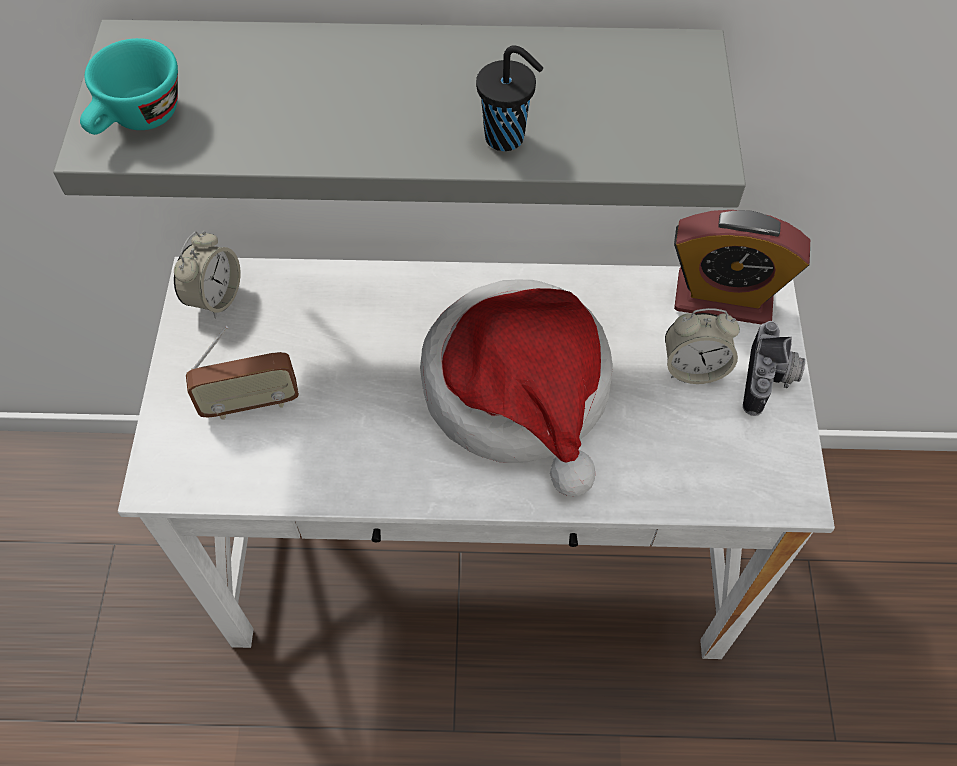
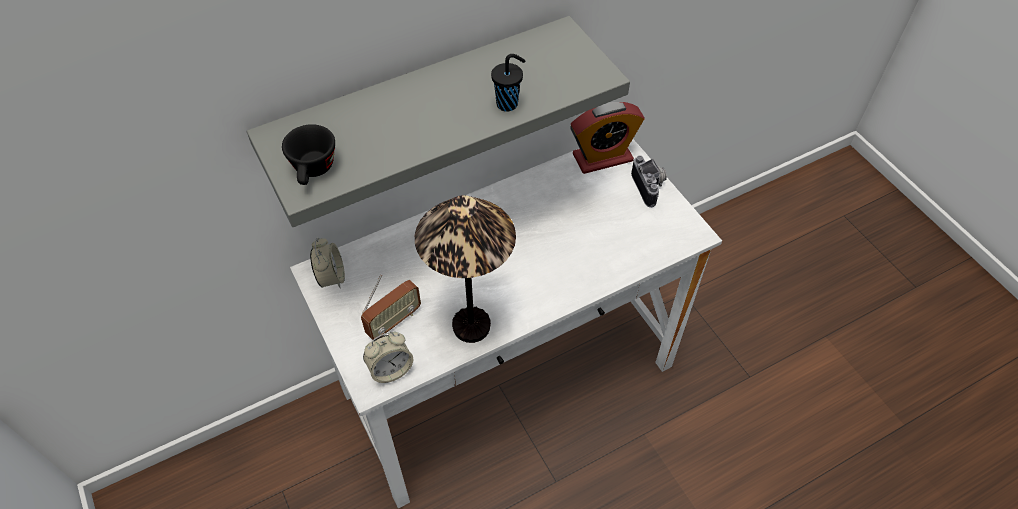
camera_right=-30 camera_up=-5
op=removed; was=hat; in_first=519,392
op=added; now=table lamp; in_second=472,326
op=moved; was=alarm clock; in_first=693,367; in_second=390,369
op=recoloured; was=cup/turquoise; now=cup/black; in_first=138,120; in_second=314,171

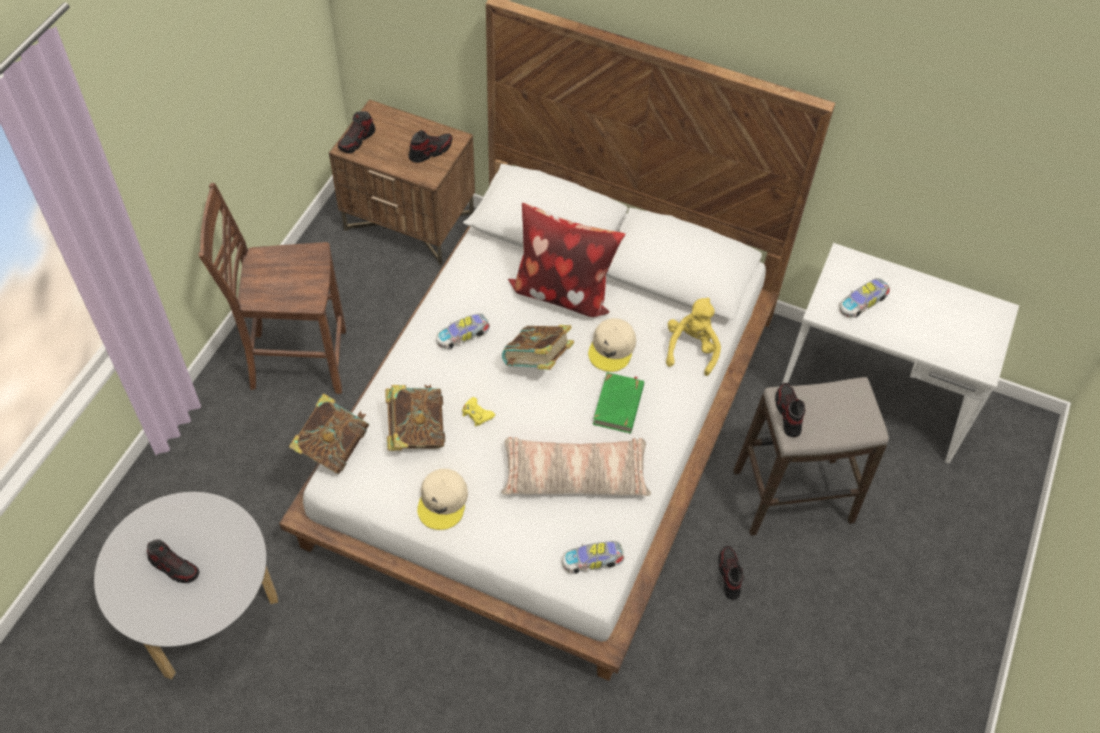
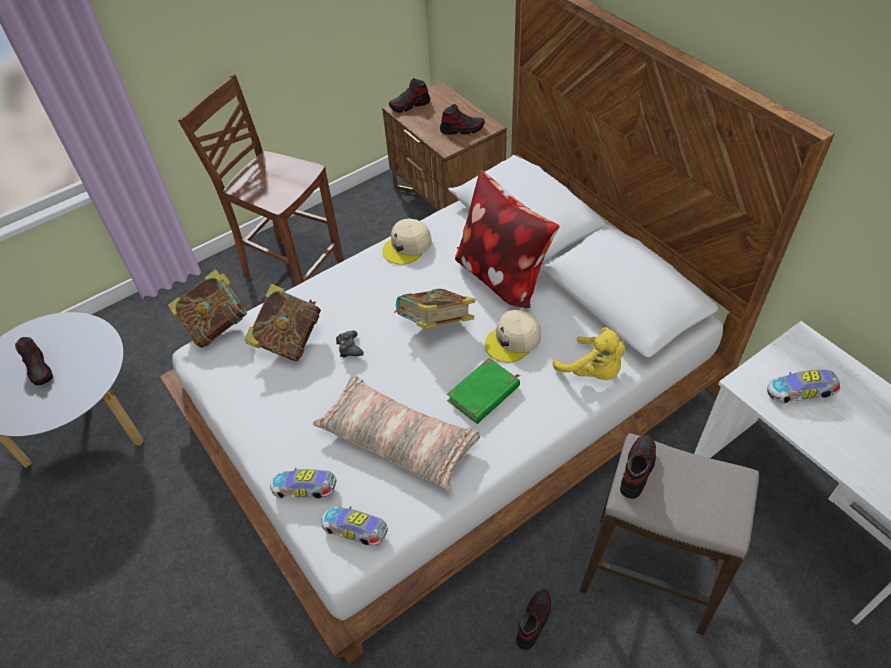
camera_right=35 camera_up=-5
op=moved; was=cap/beige; in_first=443,501; in_second=407,246
op=moved; was=toy car; in_first=464,336; in_second=306,489
op=recoloured; was=game controller/yellow; now=game controller/black; in_first=477,414; in_second=349,347
op=turned; was=plush toy/yellow; in_first=691,348; in_second=592,371; clockwise=90

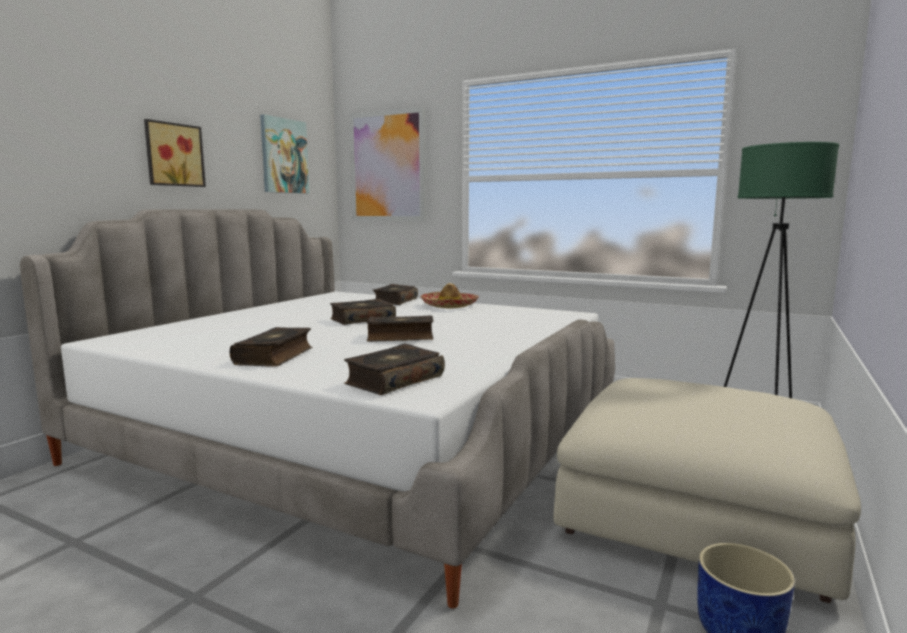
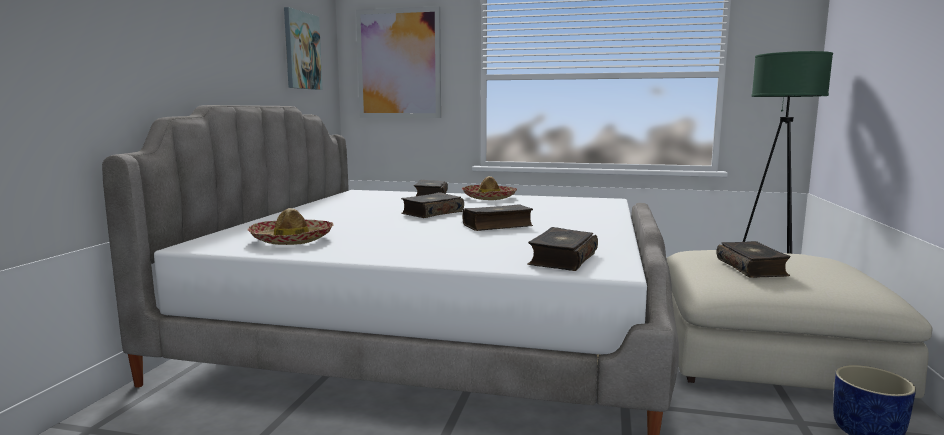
camera_right=-15 camera_up=0
op=removed; was=picture; in_first=173,155
op=added; now=hat; in_second=292,240
op=moved; was=book; in_first=275,356; in_second=752,268

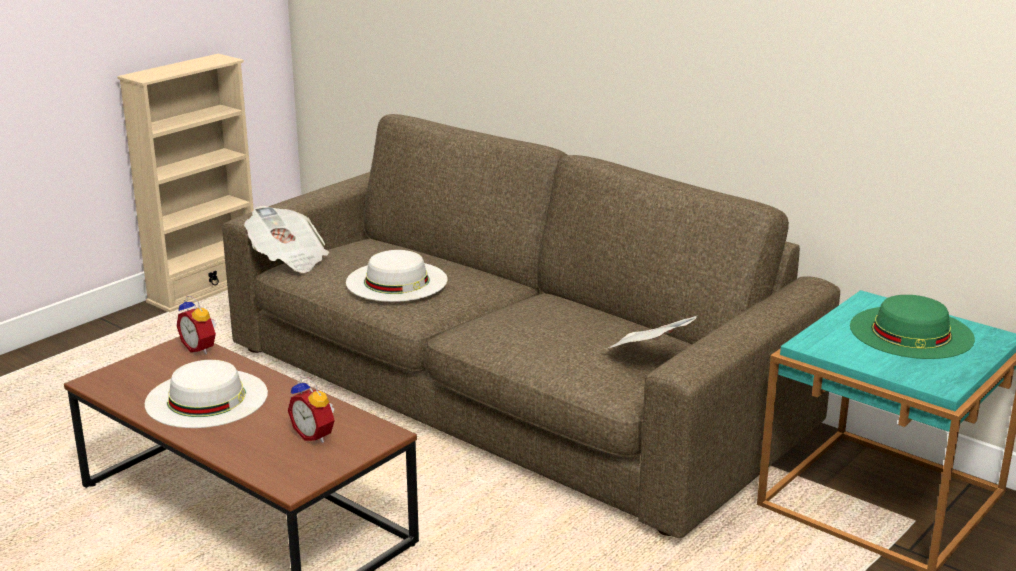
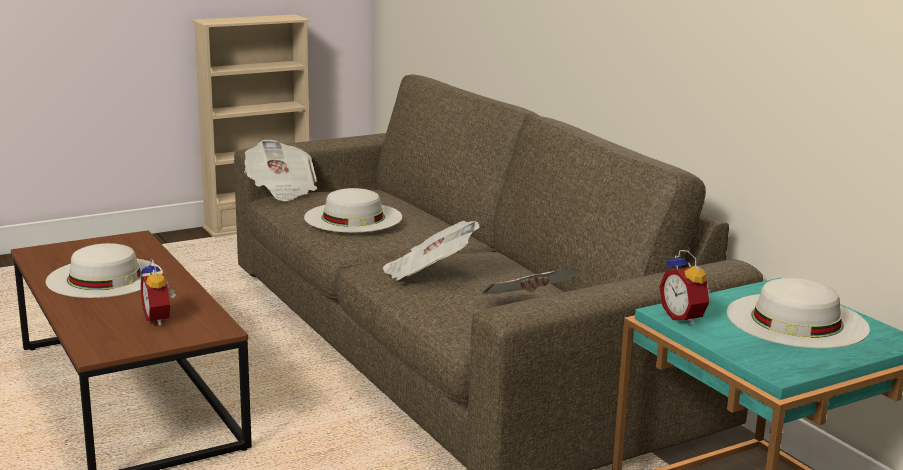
camera_right=20 camera_up=-5
op=added; now=newspaper; in_second=428,274
op=moved; was=alarm clock; in_first=201,348; in_second=684,318
op=recoloured; was=hat/green; now=hat/white; in_first=911,332; in_second=796,320

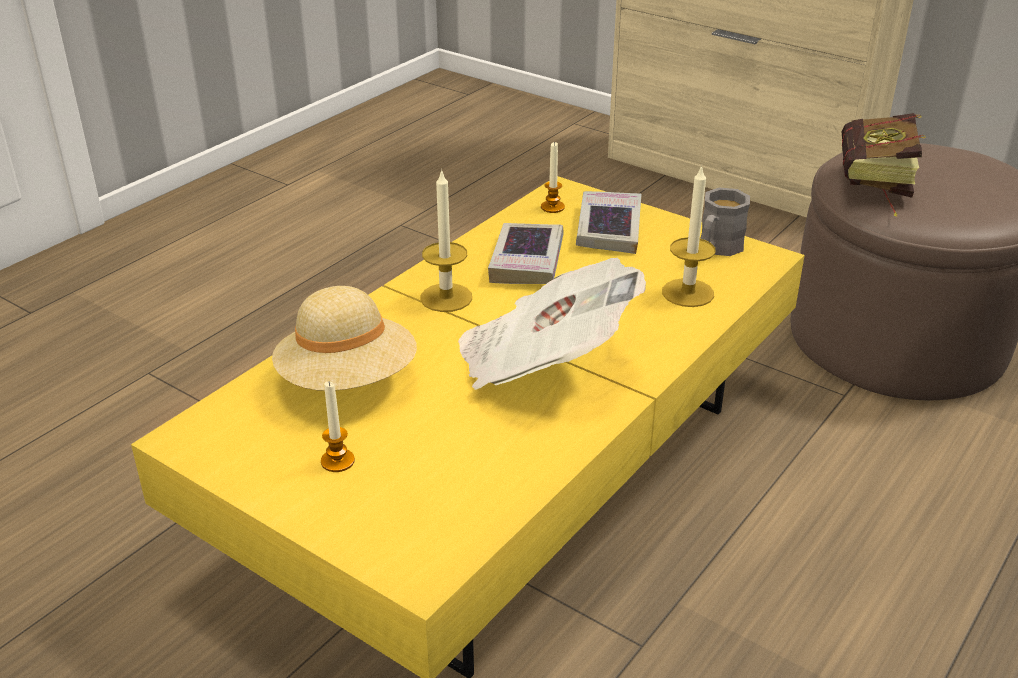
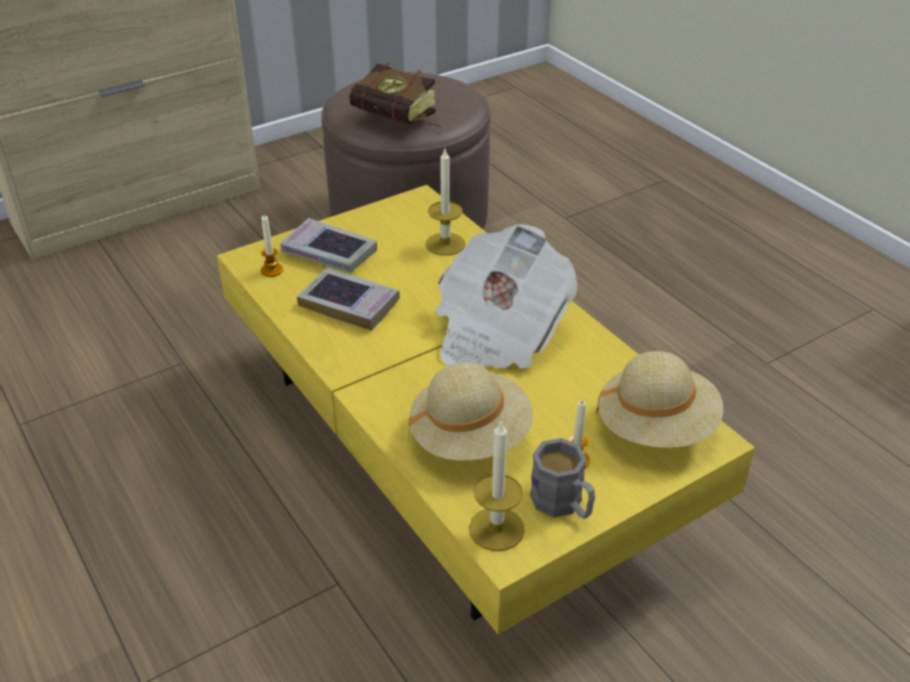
camera_right=-70 camera_up=5
op=added; now=hat/beige; in_second=656,427
op=moved; was=candle; in_first=446,297; in_second=496,529
op=moved; was=mug/grey; in_first=717,249; in_second=563,504

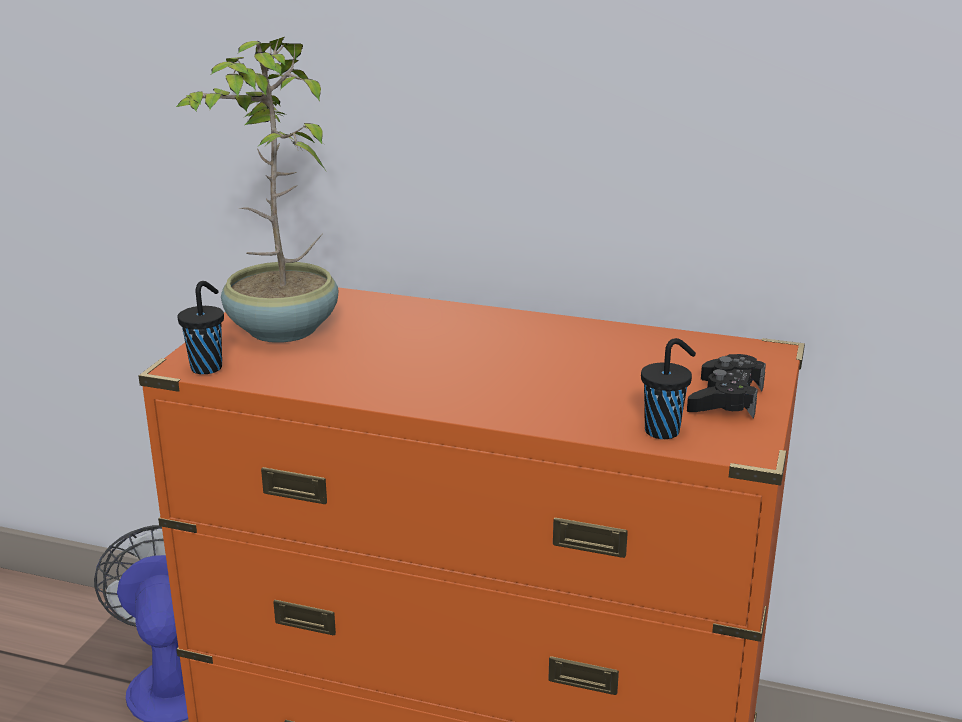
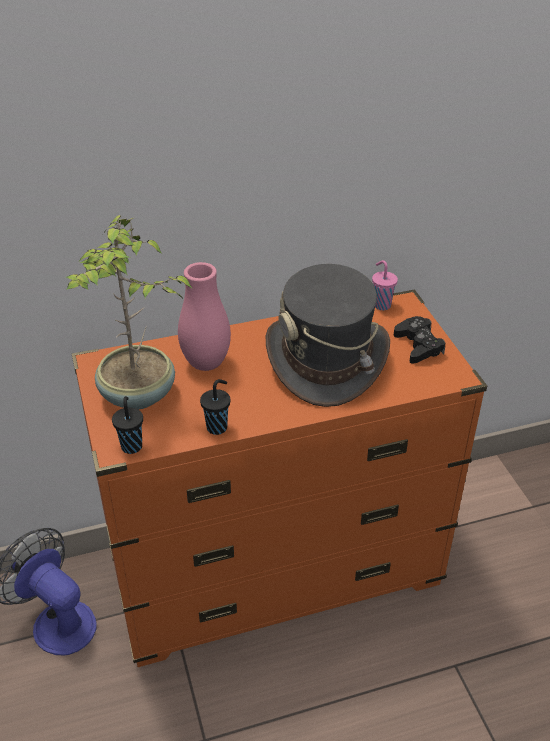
camera_right=-35 camera_up=15
op=added; now=vase/pink; in_second=206,363
op=added; now=hat/grey; in_second=327,360
op=added; now=cup/pink; in_second=381,305
op=moved; was=cup/black; in_first=664,431; in_second=218,427

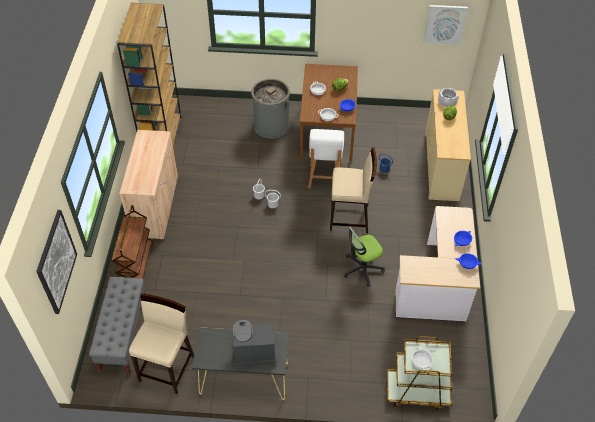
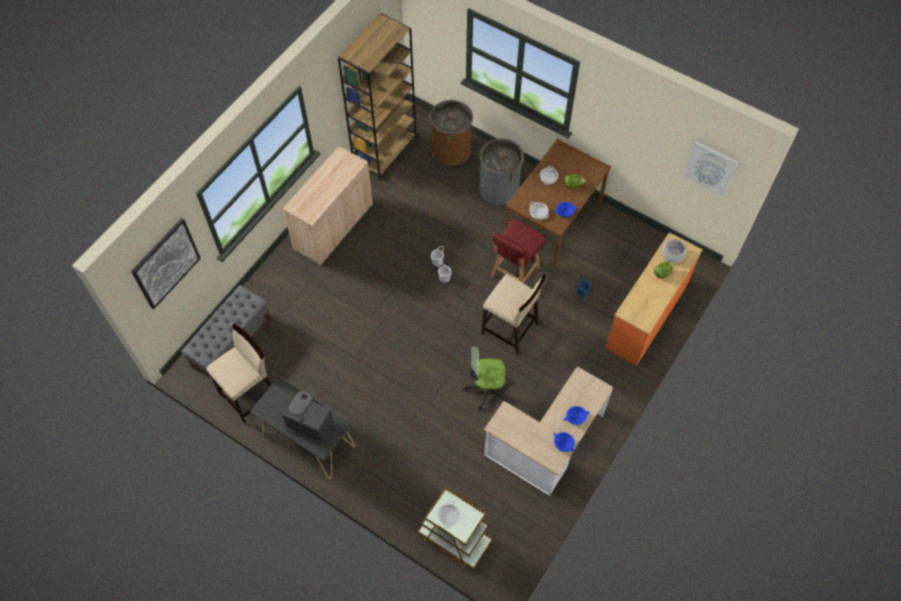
camera_right=30 camera_up=10
op=removed; was=cart/brown; in_first=136,265
op=added; now=trash can/brown; in_second=451,149
op=recoloured; was=chair/white; now=chair/red; in_first=324,178; in_second=514,272
op=recoloured; was=dresser/beige; now=dresser/orange; in_first=442,166; in_second=646,317

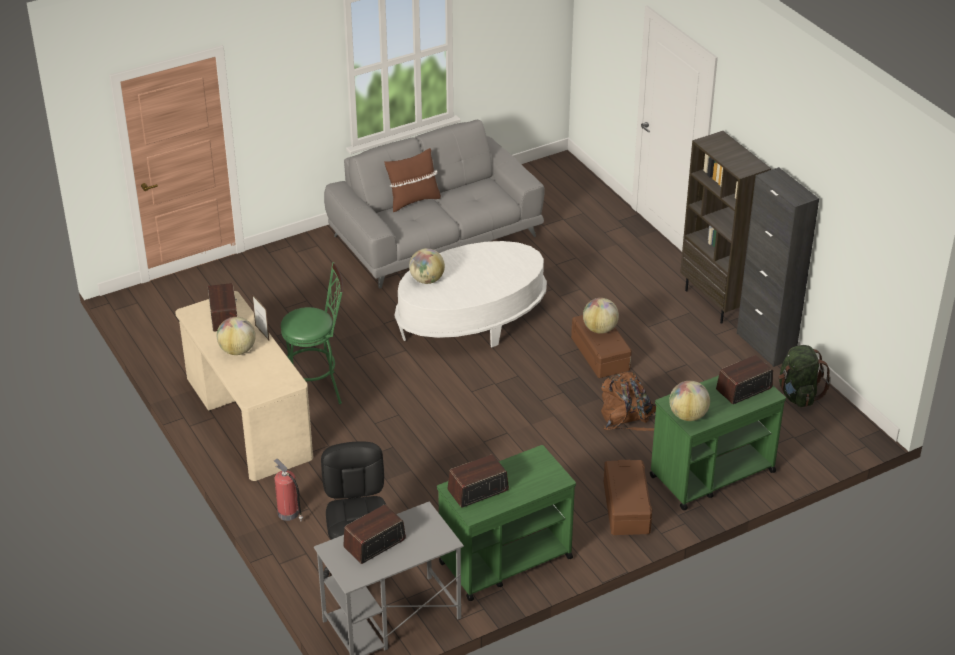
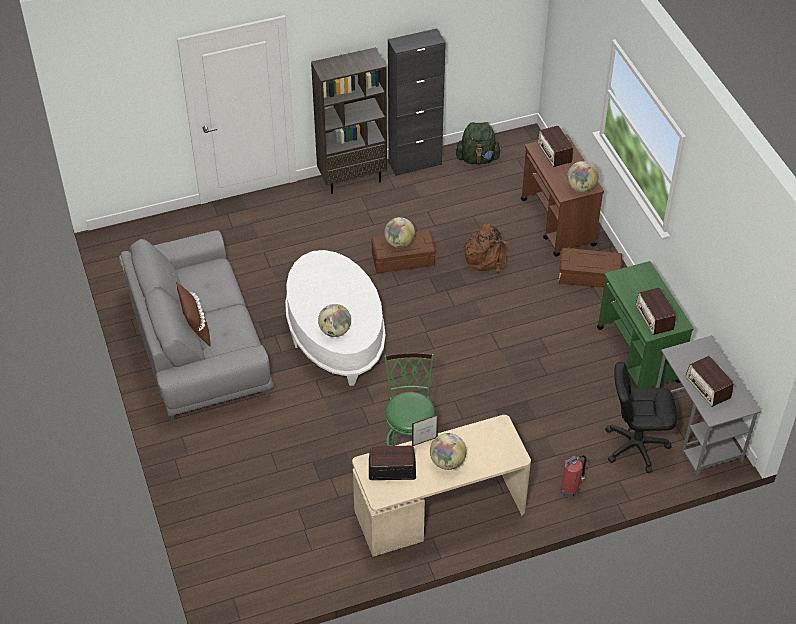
camera_right=-80 camera_up=10
op=recoloured; was=cart/green; now=cart/brown; in_first=711,474; in_second=558,223

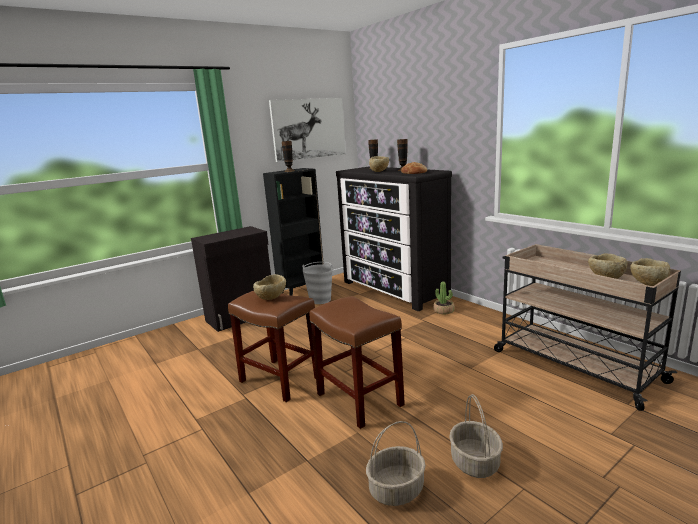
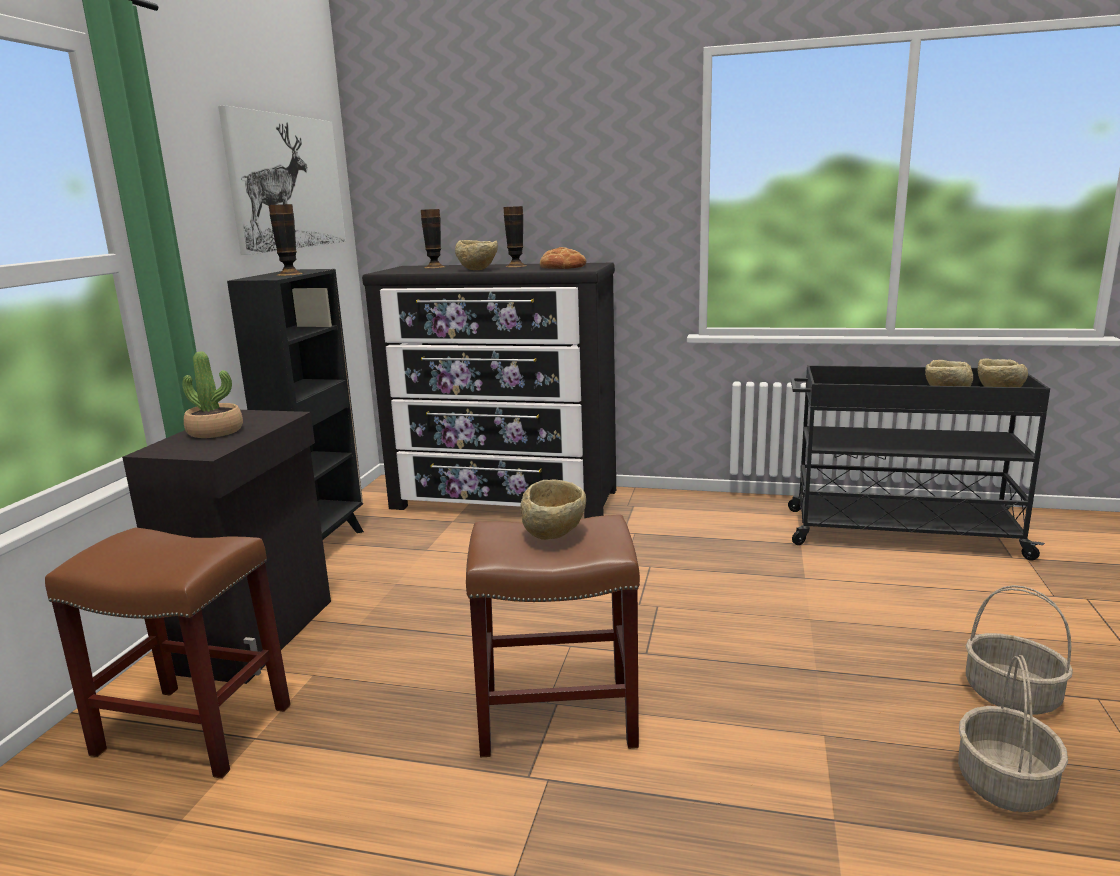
camera_right=-40 camera_up=0
op=removed; was=bucket/grey; in_first=320,300
op=moved; was=stool/brown; in_first=360,400; in_second=196,729
op=moved; was=potted plant; in_first=444,311; in_second=215,431
op=recoloured; was=cart/beige; now=cart/black; in_first=573,365; in_second=899,533

